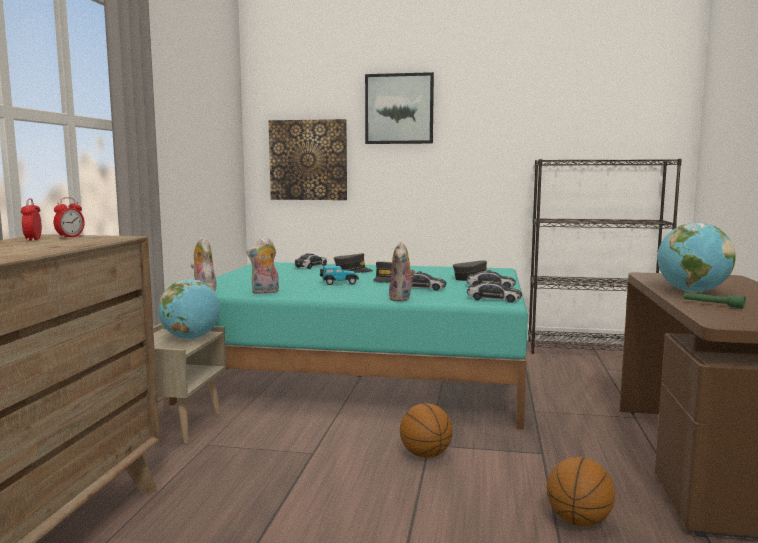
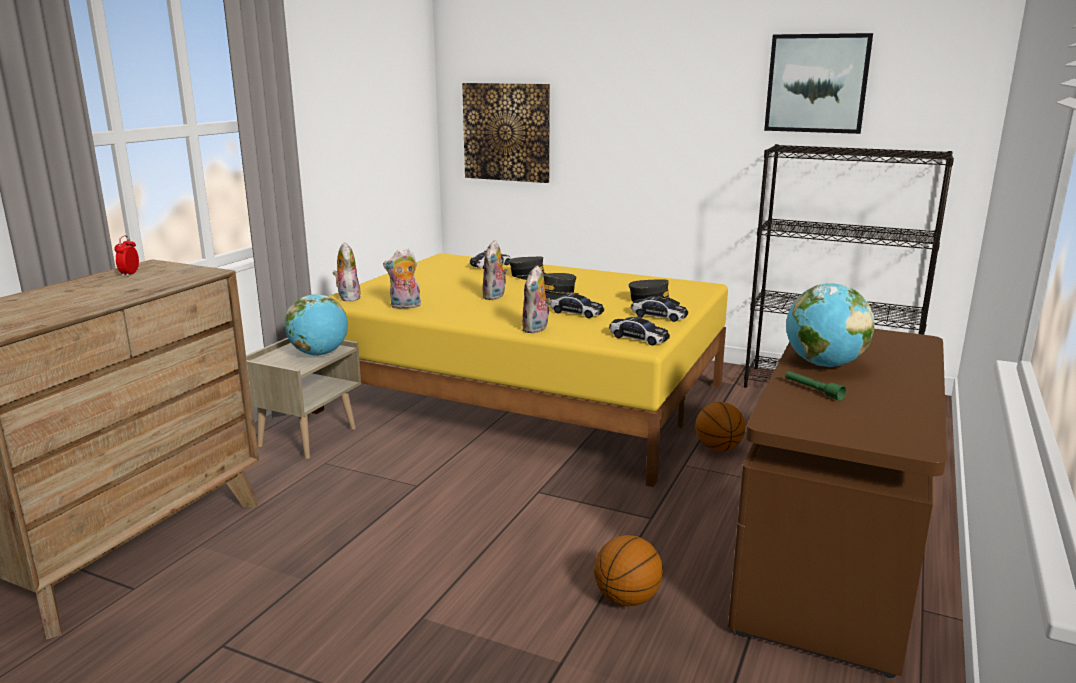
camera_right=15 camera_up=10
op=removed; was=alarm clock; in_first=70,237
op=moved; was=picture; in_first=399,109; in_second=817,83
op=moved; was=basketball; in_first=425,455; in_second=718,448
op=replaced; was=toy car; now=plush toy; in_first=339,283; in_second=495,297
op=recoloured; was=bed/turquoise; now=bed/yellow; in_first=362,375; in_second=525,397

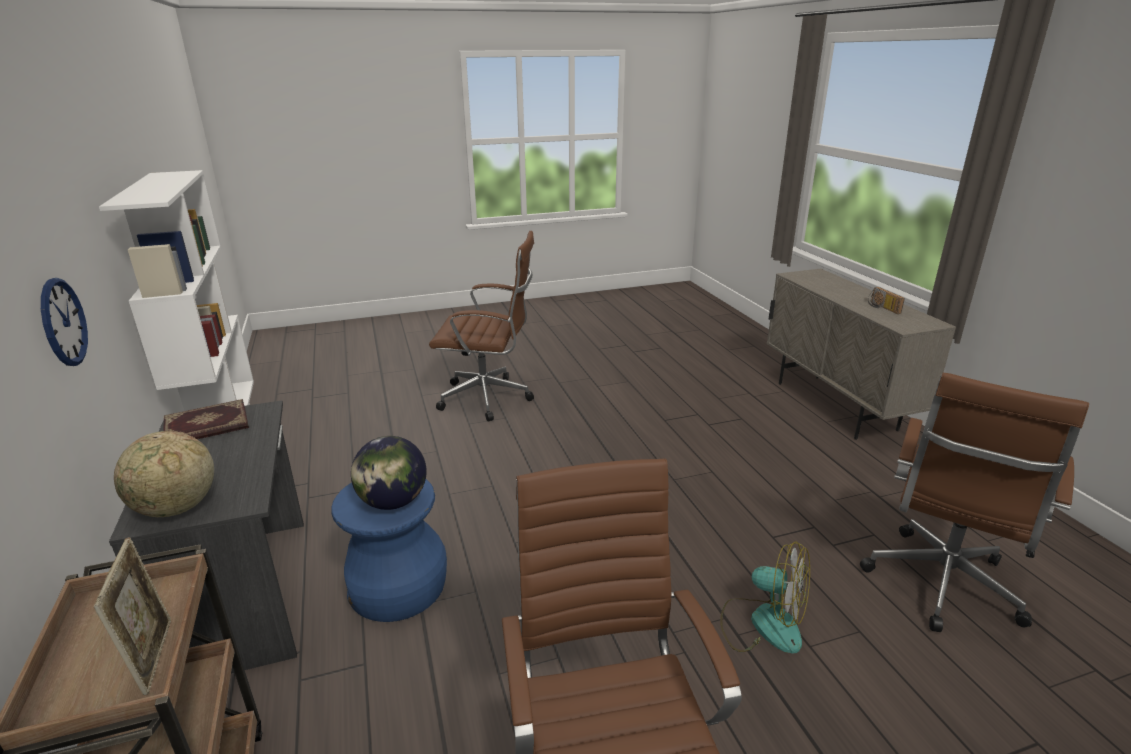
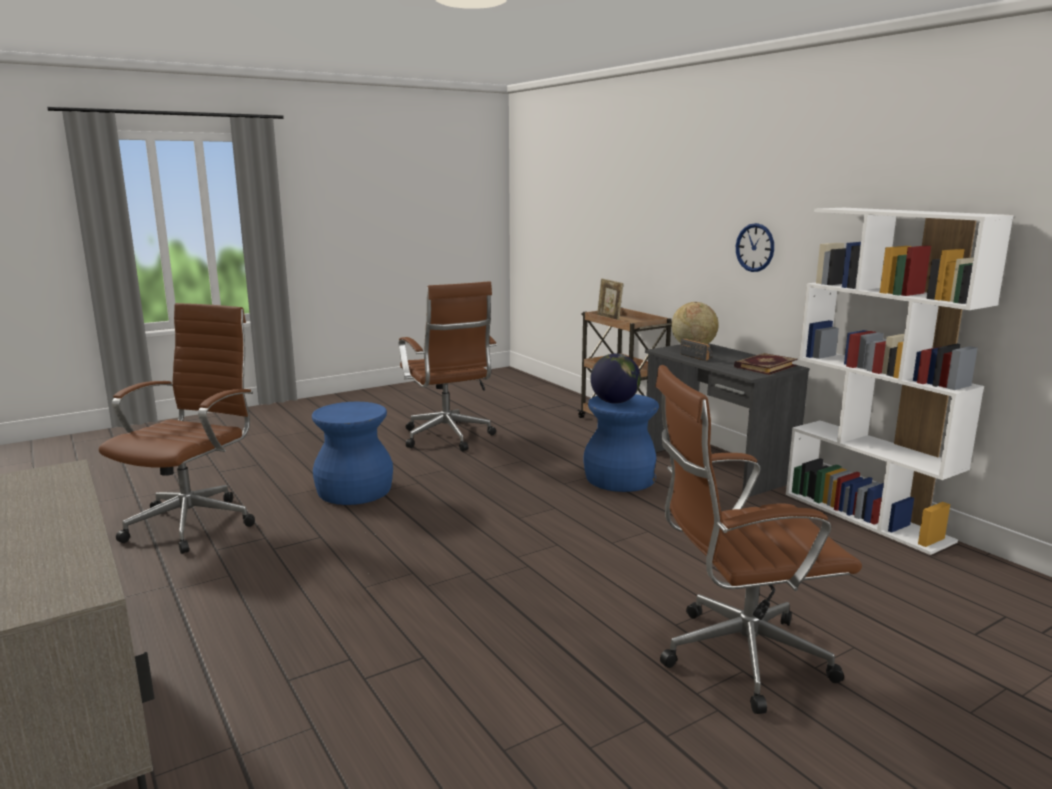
camera_right=165 camera_up=-10
op=moved; was=radio; in_first=882,308; in_second=697,357
op=replaced; was=fan; now=stool/blue; in_first=762,623; in_second=354,491

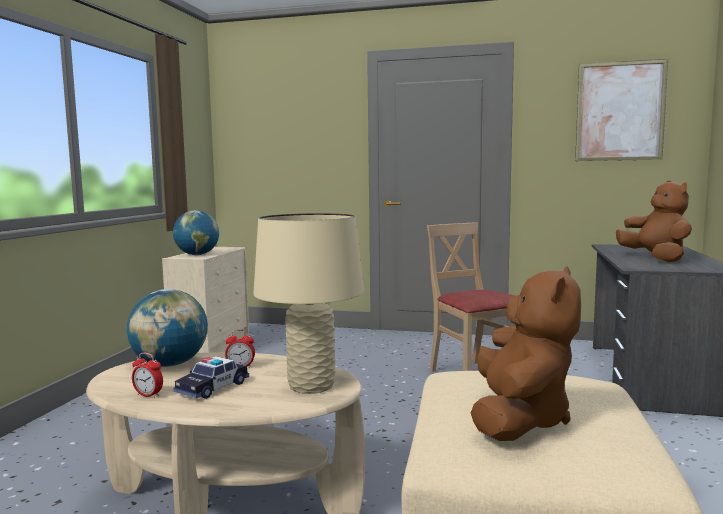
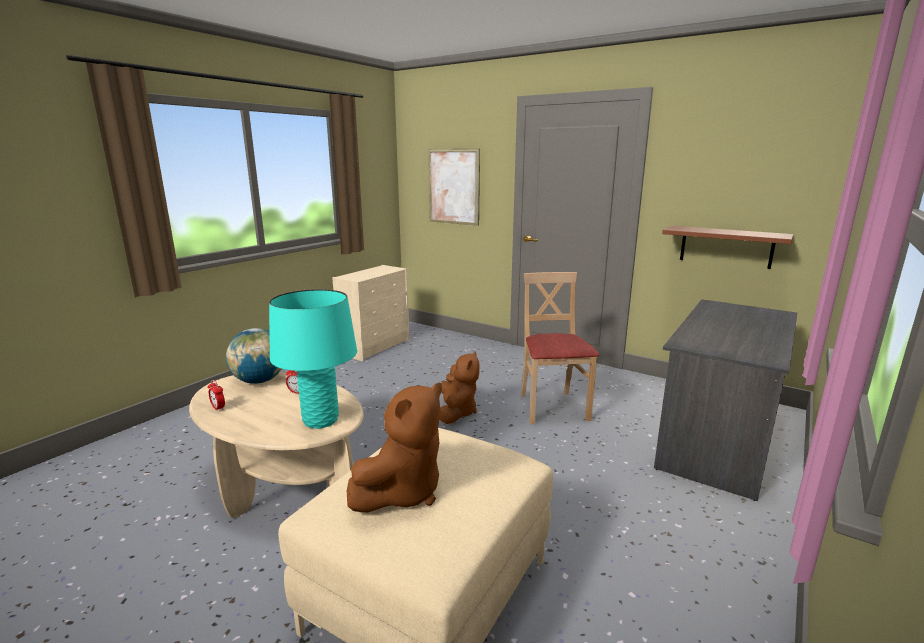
camera_right=20 camera_up=10
op=removed; was=globe; in_first=197,255
op=removed; was=toy car; in_first=212,388
op=added; now=shelf/brown; in_second=726,247
op=moved; was=picture; in_first=620,111; in_second=453,186
op=moved; was=plush toy/brown; in_first=656,259; in_second=456,412
op=recoloured; was=table lamp/beige; now=table lamp/turquoise; in_first=311,386; in_second=320,420

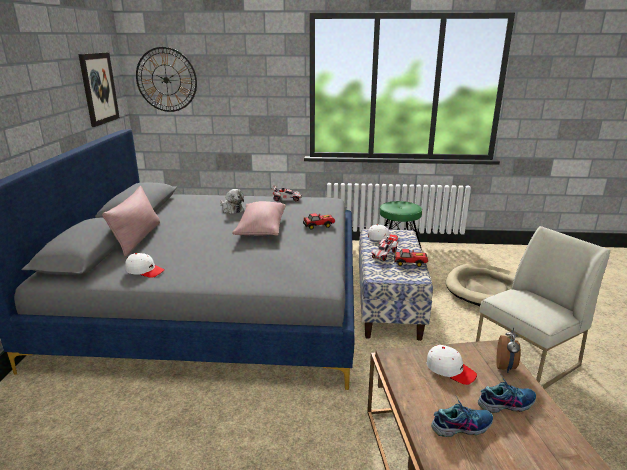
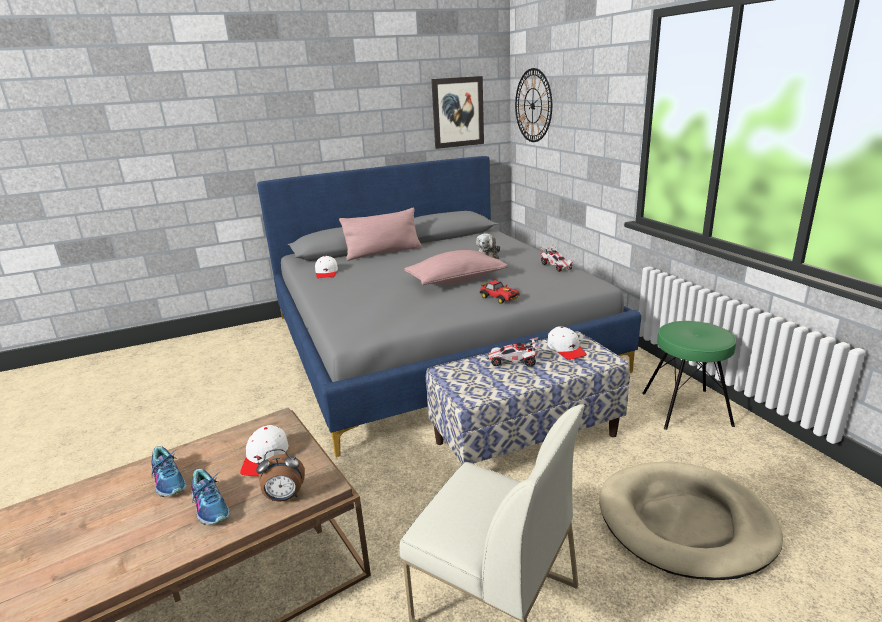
camera_right=65 camera_up=0
op=removed; was=toy car; in_first=410,263

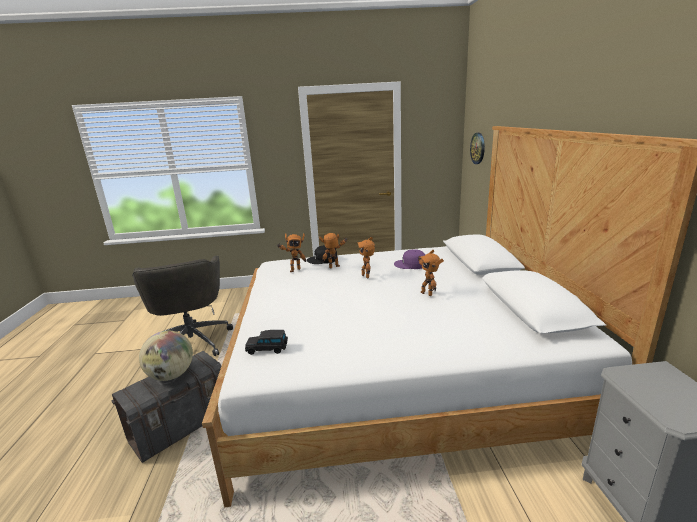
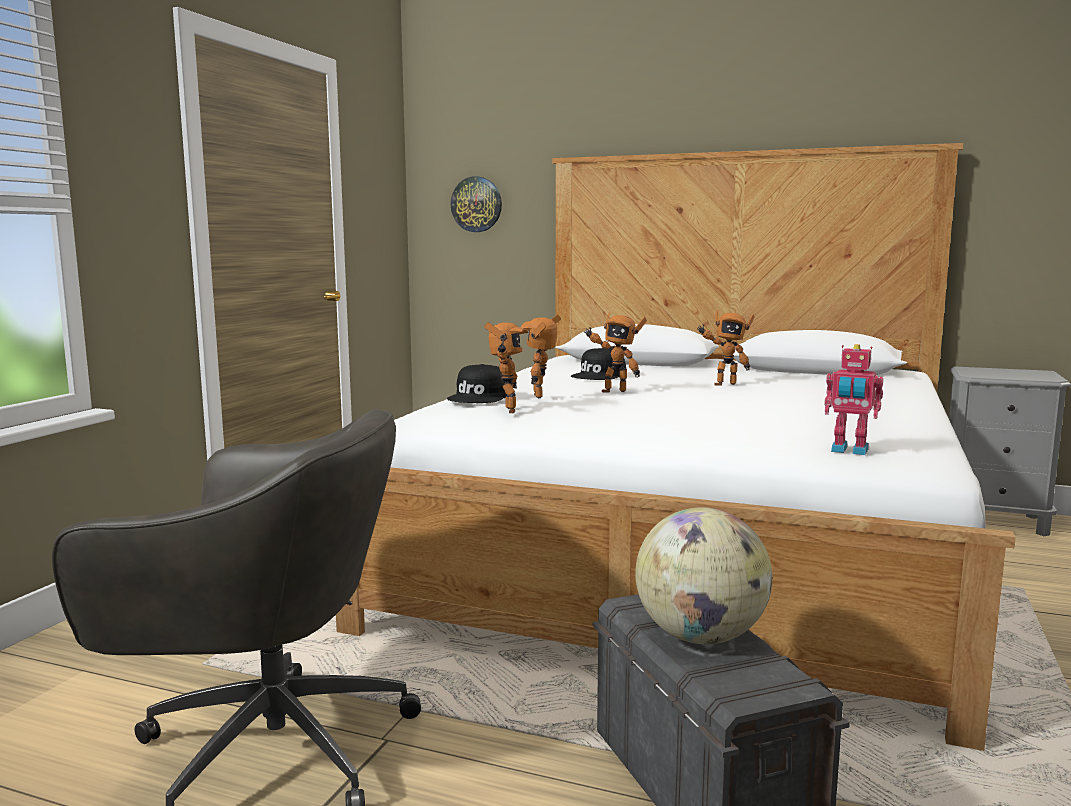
camera_right=-65 camera_up=-10
op=replaced; was=toy car/black; now=toy robot; in_first=268,349; in_second=849,451
op=recoloured; was=cap/purple; now=cap/black; in_first=411,264; in_second=599,375

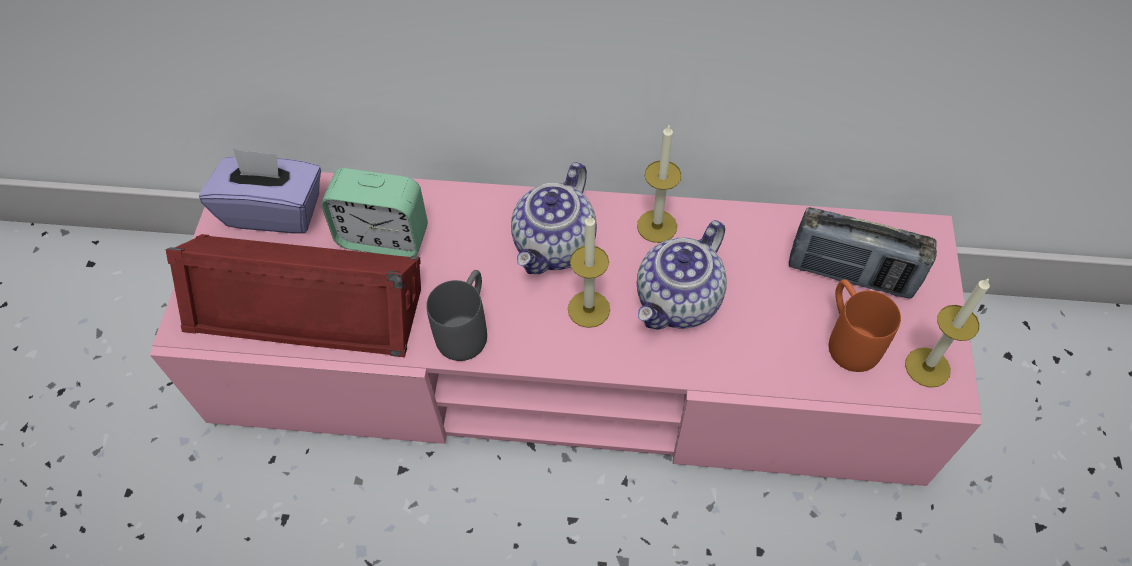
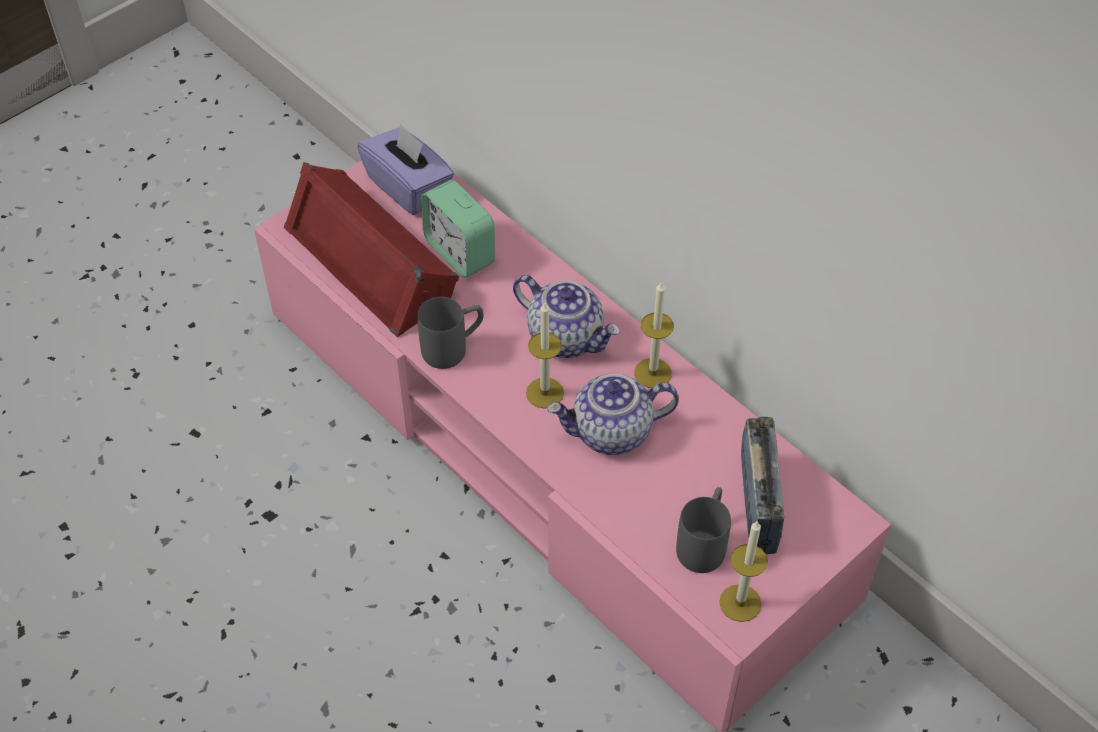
camera_right=40 camera_up=-5
op=recoloured; was=mug/orange; now=mug/grey; in_first=847,338; in_second=704,542
op=turned; was=teapot; in_first=555,246; in_second=566,337; clockwise=-120
op=turned; was=radio; in_first=850,274; in_second=758,505; clockwise=-150

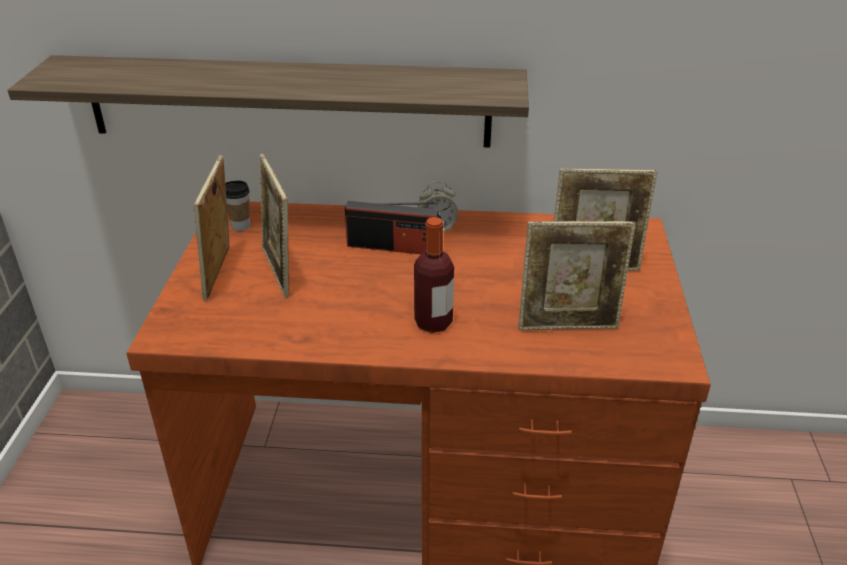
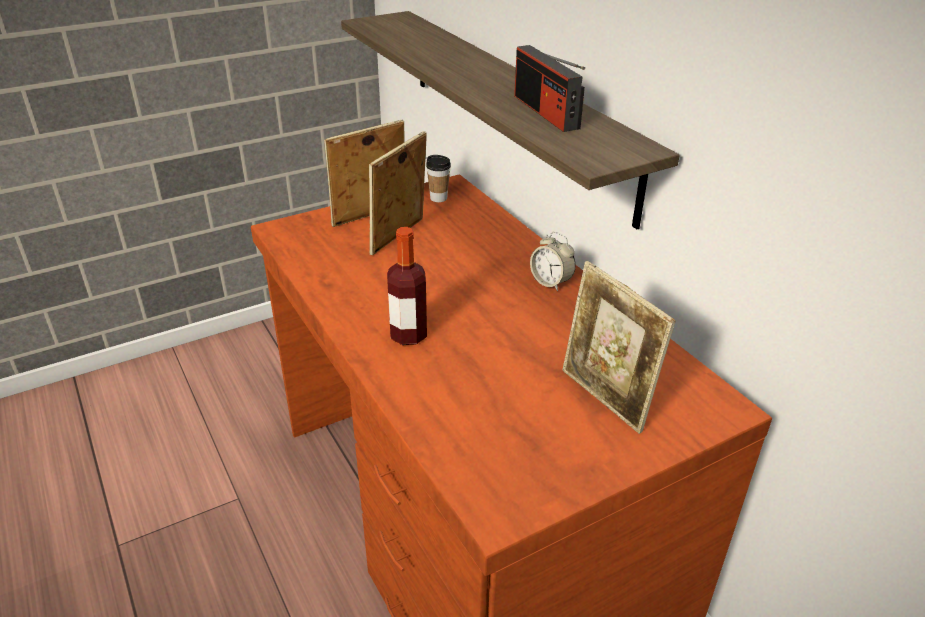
camera_right=55 camera_up=0
op=removed; was=picture frame; in_first=568,326
op=moved; was=radio; in_first=393,246; in_second=546,112

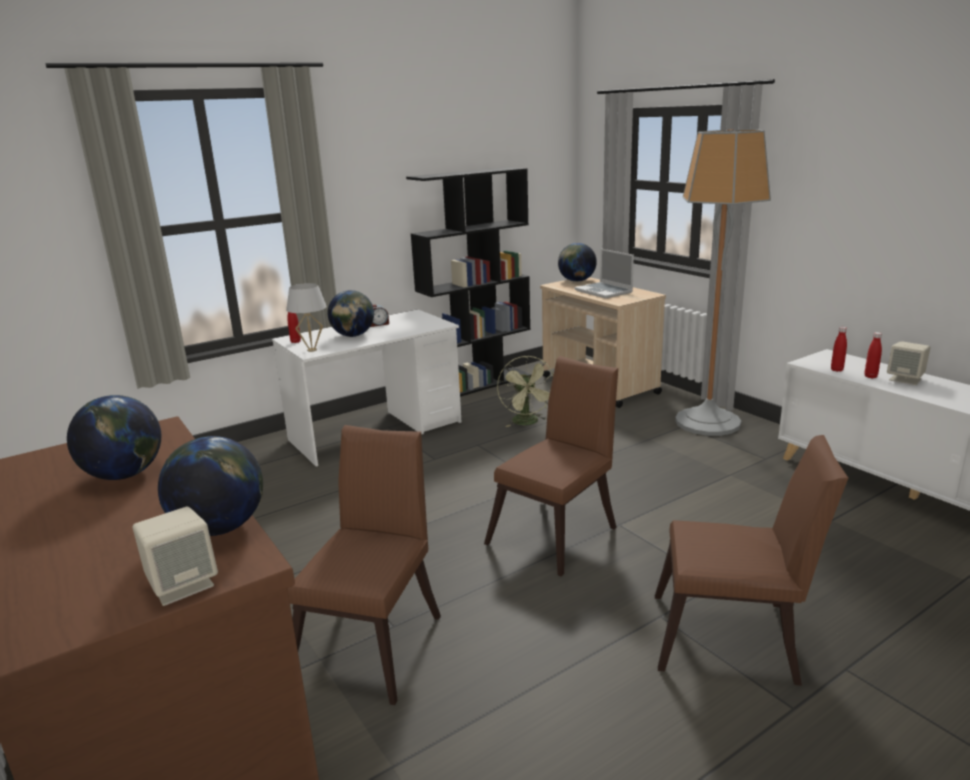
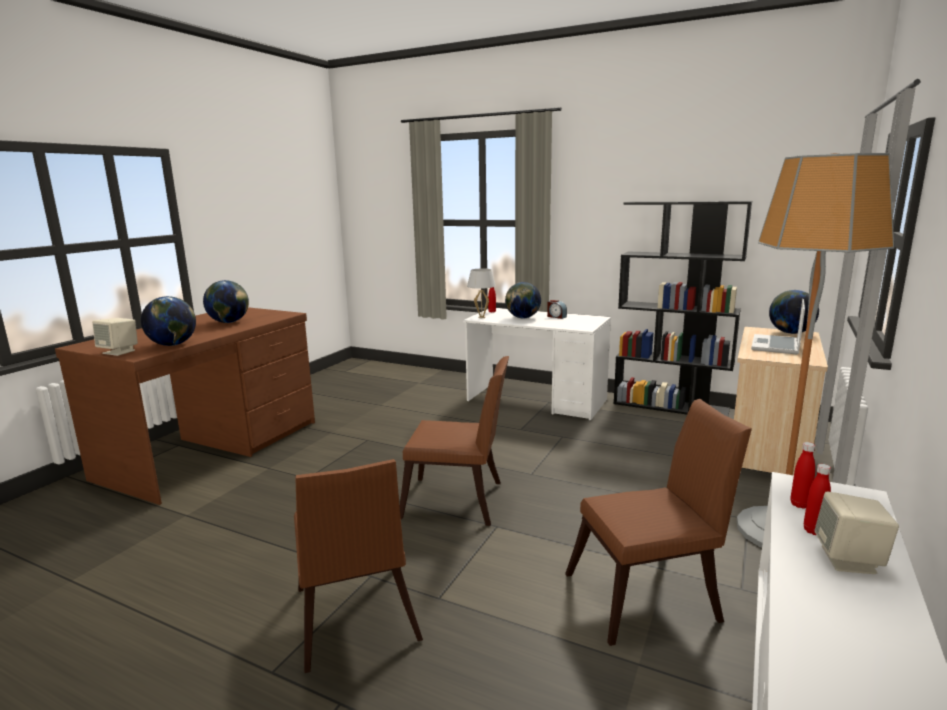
camera_right=60 camera_up=-5
op=removed; was=fan/green; in_first=528,423
op=moved; was=chair/brown; in_first=374,640; in_second=650,596

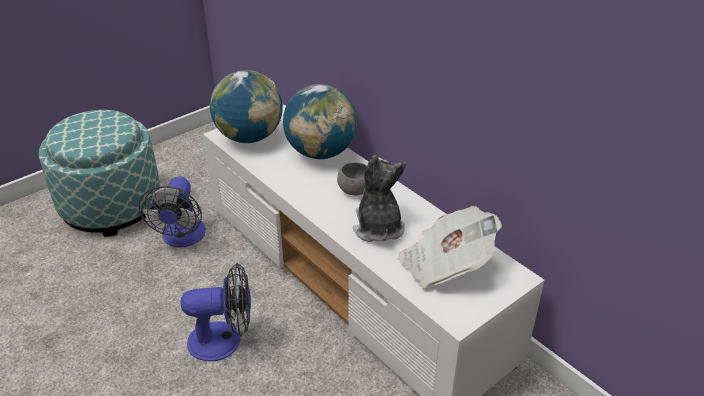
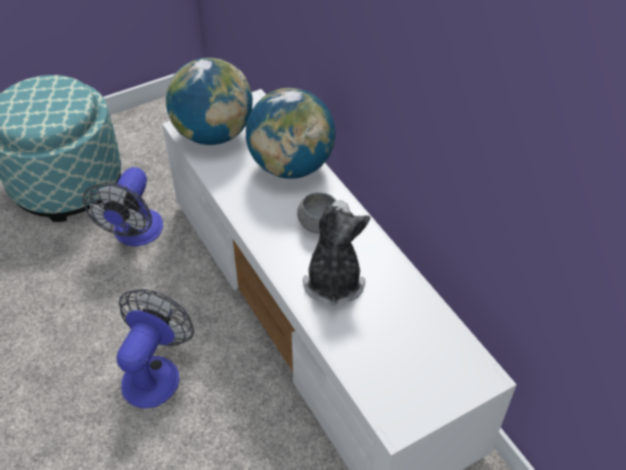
camera_right=10 camera_up=10
op=removed; was=newspaper; in_first=445,264
op=turned; was=fan; in_first=224,340; in_second=155,372; clockwise=-75

